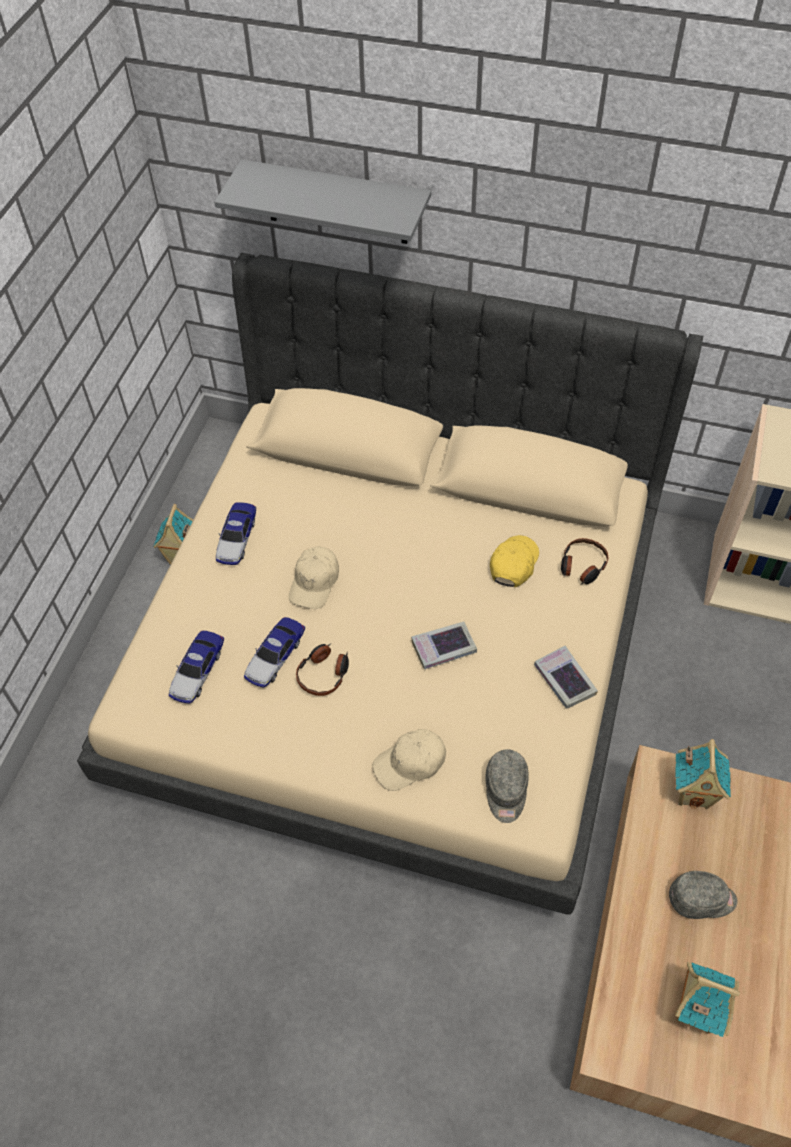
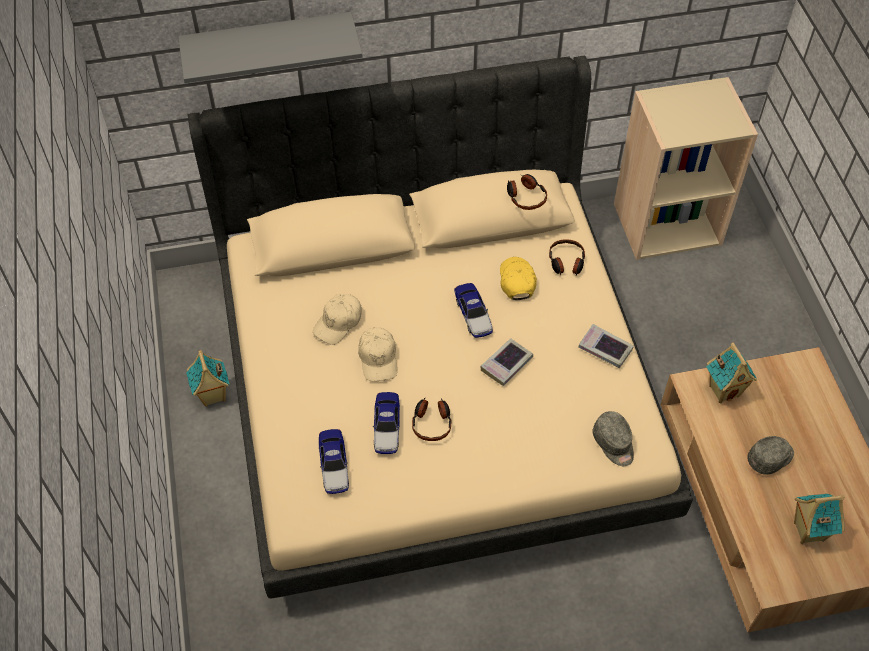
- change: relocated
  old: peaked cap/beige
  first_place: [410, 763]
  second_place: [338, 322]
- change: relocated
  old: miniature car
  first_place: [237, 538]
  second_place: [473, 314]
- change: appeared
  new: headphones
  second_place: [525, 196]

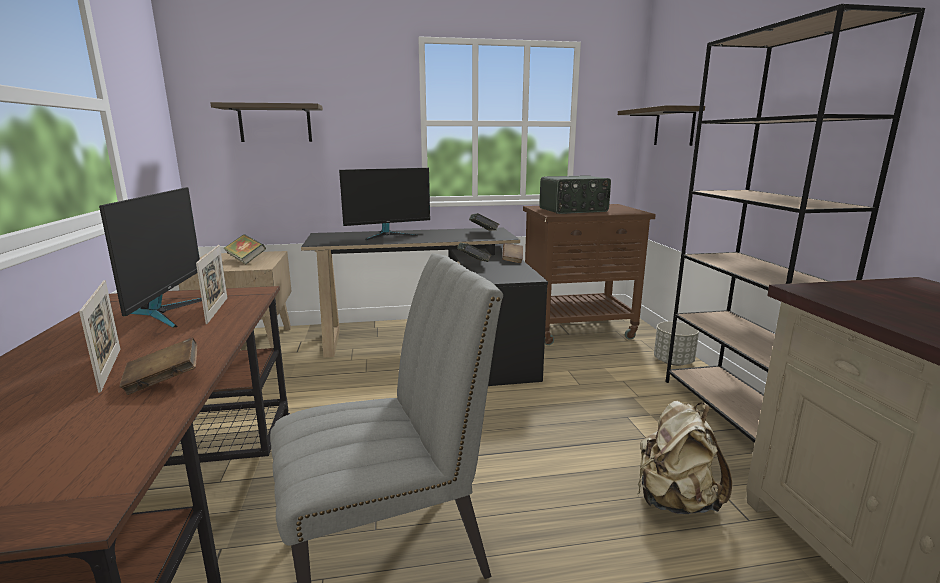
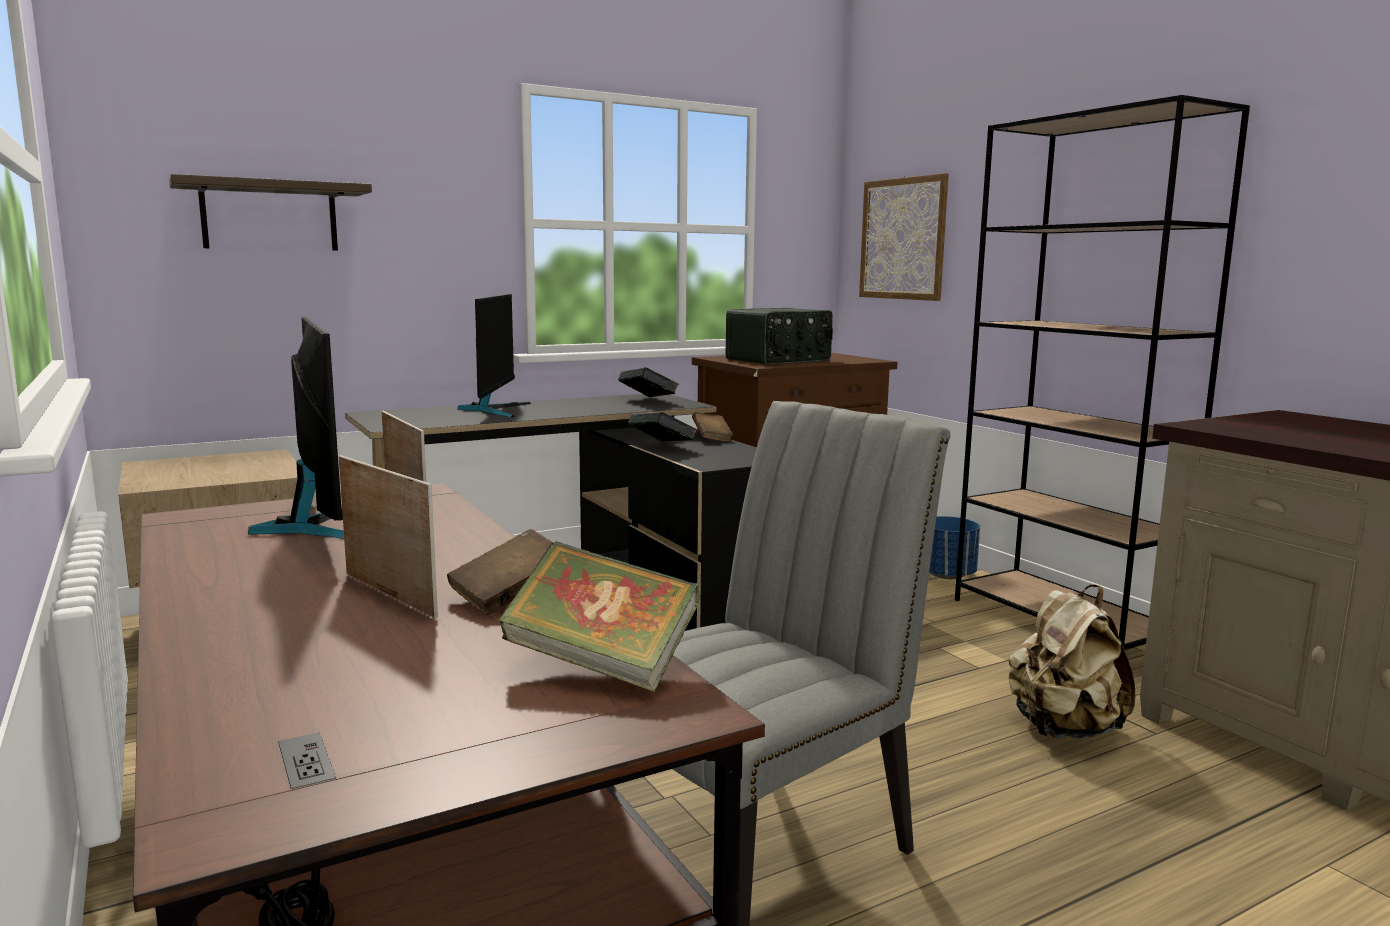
- change: spun
  old: computer display
  first_place: [388, 235]
  second_place: [494, 409]
  degrees: -45
- change: relocated
  old: bound book
  first_place: [246, 260]
  second_place: [602, 664]
- change: exchanged
  old: shelf
  new: picture
  first_place: [674, 127]
  second_place: [902, 237]
- change: colour
  old: plant pot/greyish
  new: plant pot/blue
  first_place: [673, 362]
  second_place: [947, 575]

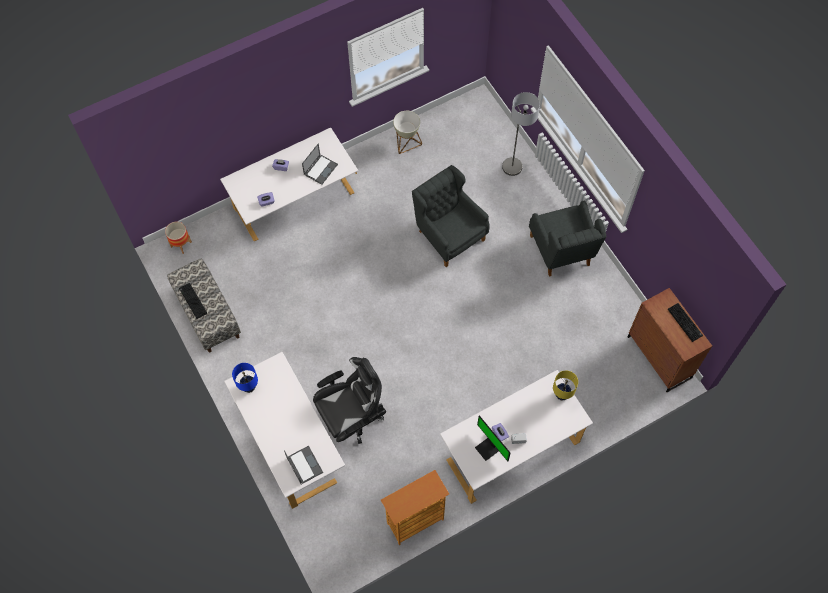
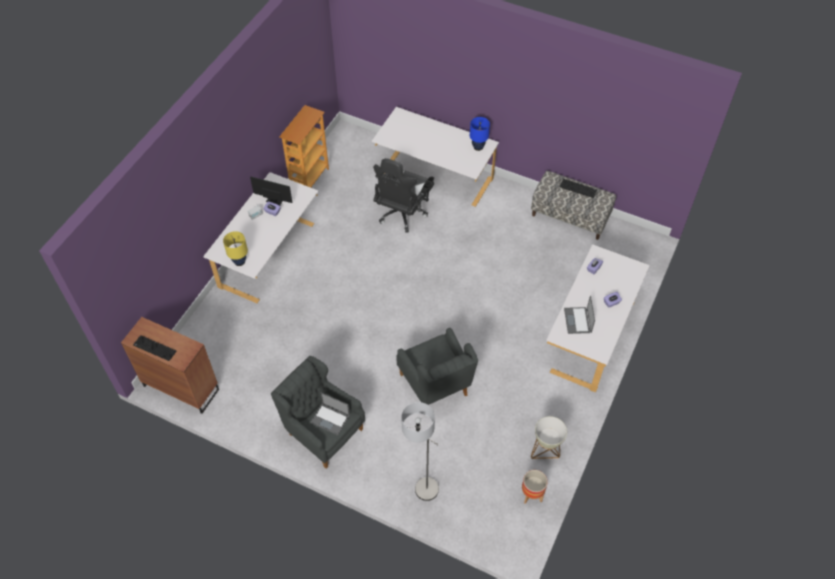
- change: relocated
  old: laptop
  first_place: [304, 464]
  second_place: [330, 419]
- change: spun
  old: armchair/greyish
  first_place: [449, 235]
  second_place: [435, 385]
  degrees: 45
- change: relocated
  old: plant pot
  first_place: [181, 244]
  second_place: [532, 494]

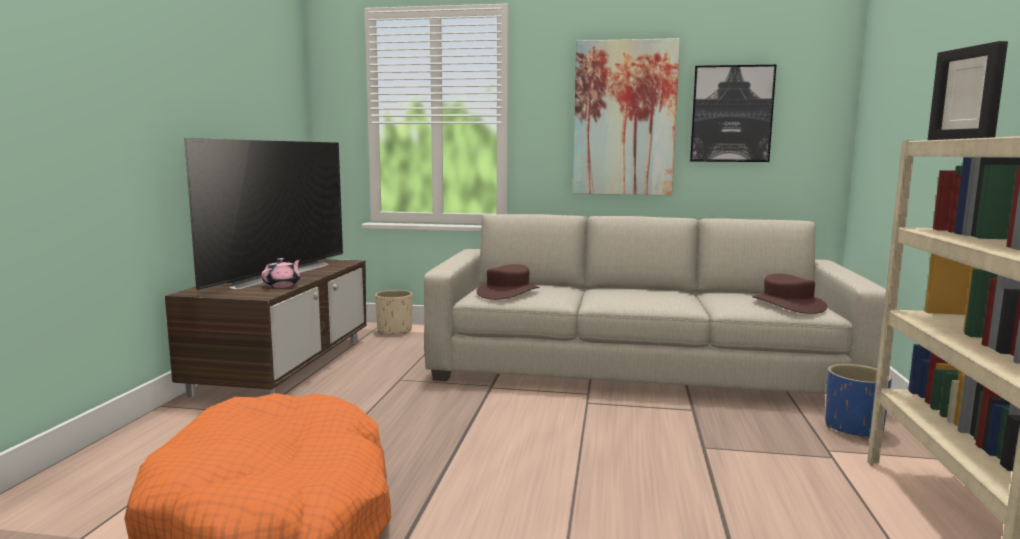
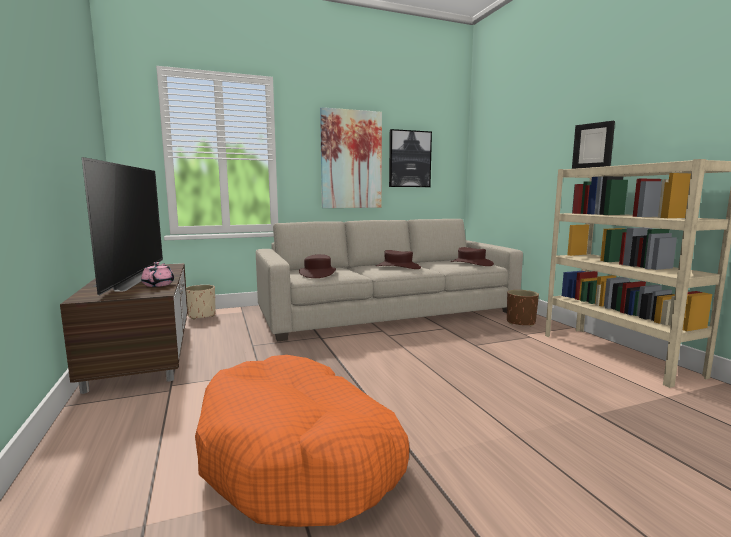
- change: appeared
  new: clothing hat/brownish
  second_place: [398, 267]
- change: colour
  old: plant pot/blue
  new: plant pot/brownish
  first_place: [853, 428]
  second_place: [521, 322]

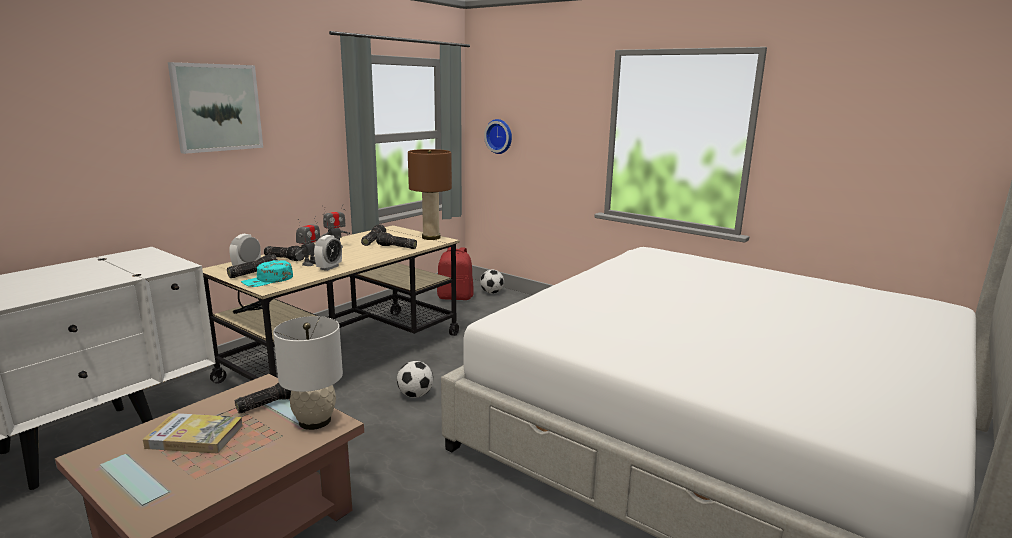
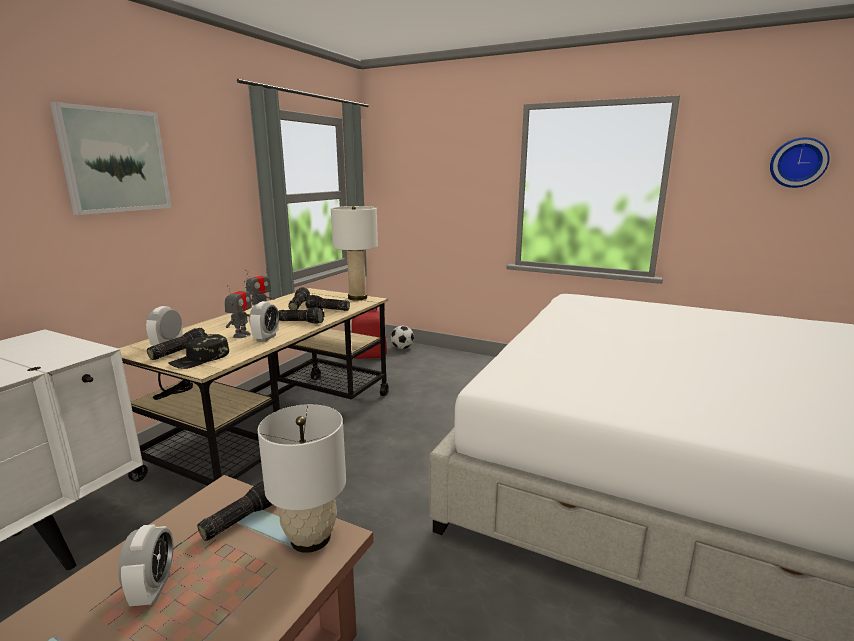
- change: exchanged
  old: bound book
  new: alarm clock
  first_place: [195, 436]
  second_place: [153, 588]
- change: colour
  old: peaked cap/turquoise
  new: peaked cap/black
  first_place: [268, 280]
  second_place: [200, 359]
- change: relocated
  old: torch
  first_place: [285, 258]
  second_place: [301, 322]
- change: colour
  old: lamp for a table/brownish
  new: lamp for a table/whitish
  first_place: [431, 237]
  second_place: [358, 298]
- change: relocated
  old: hanging clock
  first_place: [500, 136]
  second_place: [798, 162]
- change: missing
  old: football ball
  first_place: [415, 395]

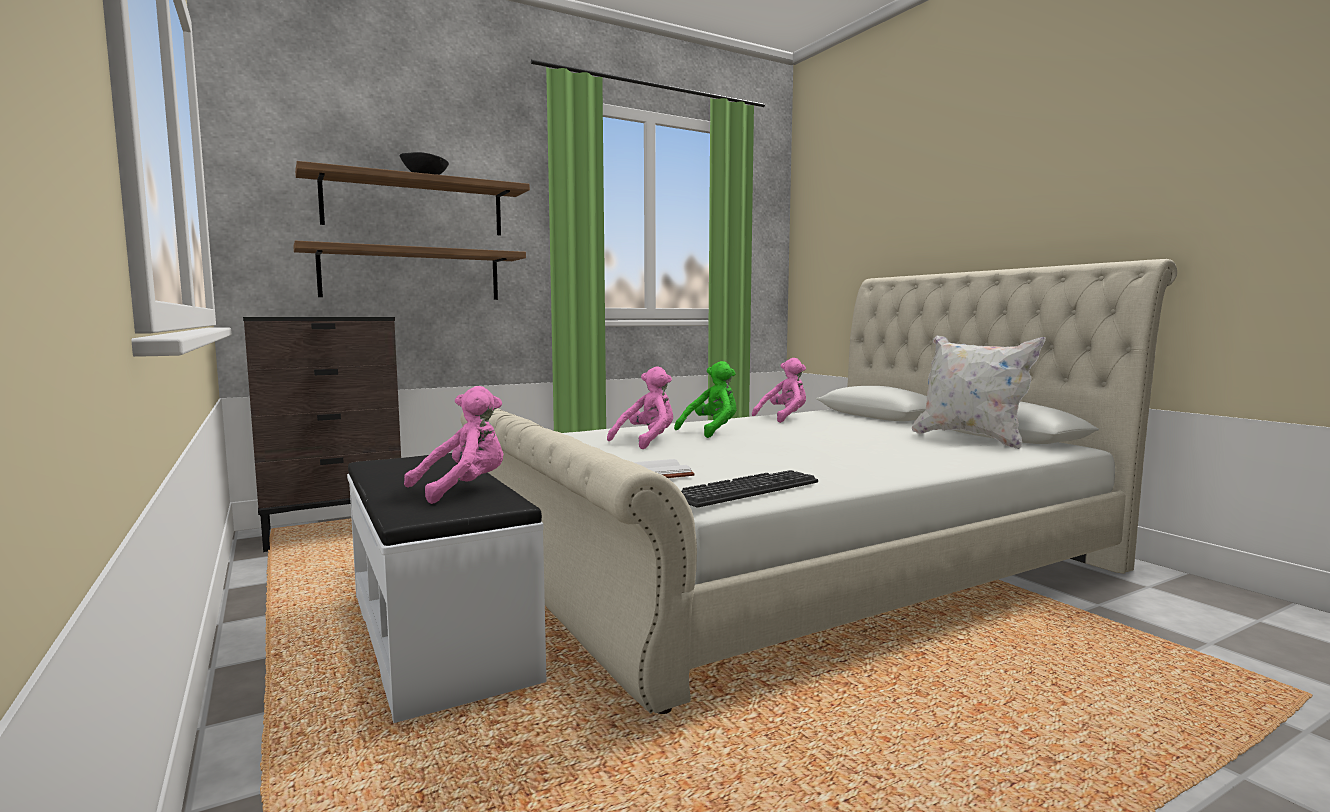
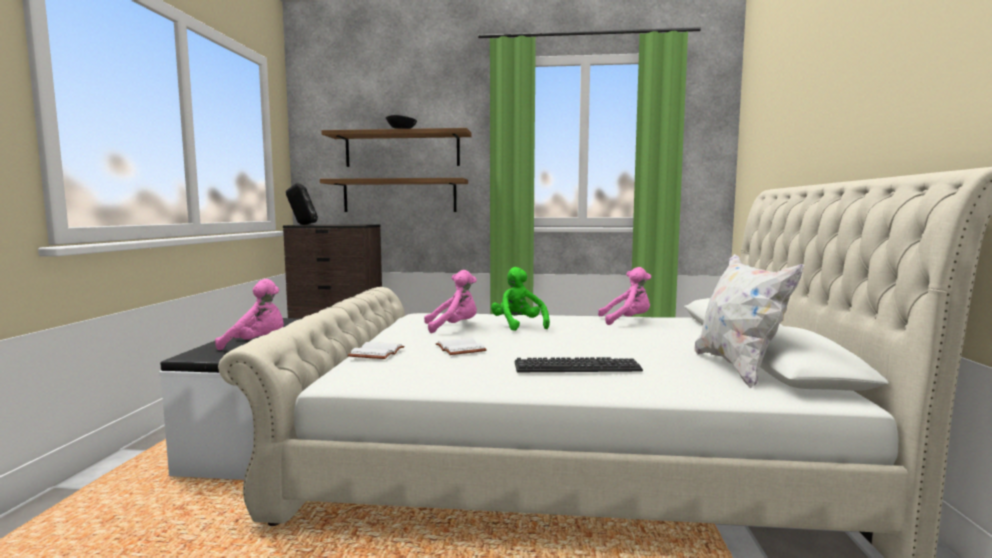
- change: appeared
  new: speaker/black
  second_place: [302, 224]
- change: appeared
  new: bound book/whitish
  second_place: [459, 349]
- change: spun
  old: soft toy/green-coloured
  first_place: [712, 431]
  second_place: [518, 325]
  degrees: -105
- change: relocated
  old: computer keyboard
  first_place: [745, 490]
  second_place: [576, 367]

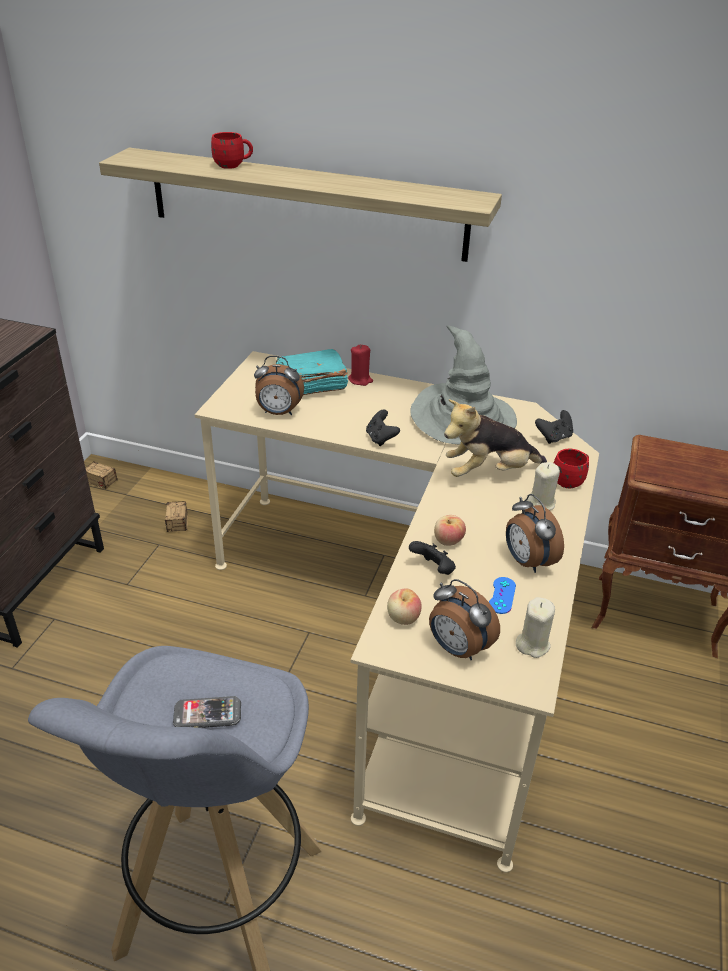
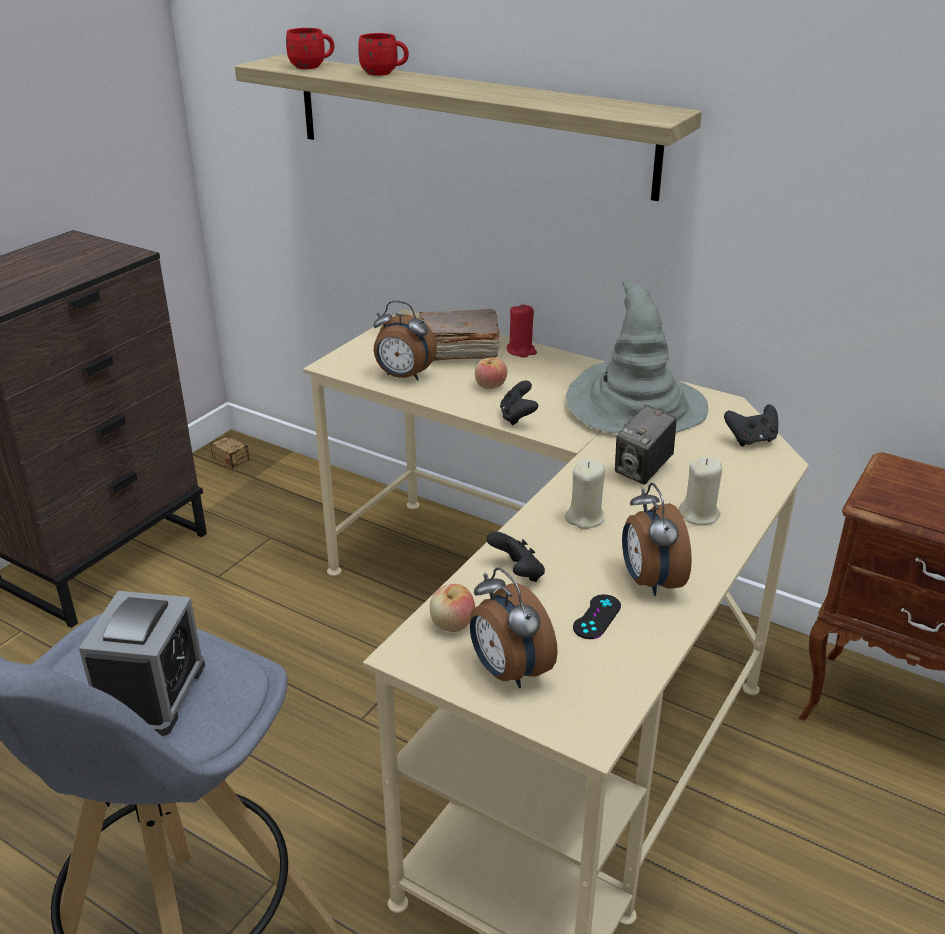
- change: exchanged
  old: handset
  new: alarm clock
  first_place: [207, 714]
  second_place: [152, 693]
- change: relocated
  old: mug/red
  first_place: [570, 480]
  second_place: [312, 66]
- change: colour
  old: bound book/turquoise
  new: bound book/brownish
  first_place: [310, 385]
  second_place: [456, 351]
- change: relocated
  old: whole apple
  first_place: [448, 541]
  second_place: [490, 386]
- change: relocated
  old: candle/beige
  first_place: [532, 644]
  second_place: [585, 518]
- change: colour
  old: game controller/blue
  new: game controller/black
  first_place: [502, 595]
  second_place: [597, 617]
- change: exchanged
  old: soft toy
  new: still camera
  first_place: [488, 472]
  second_place: [642, 470]
- change: missing
  old: storage box
  first_place: [176, 535]

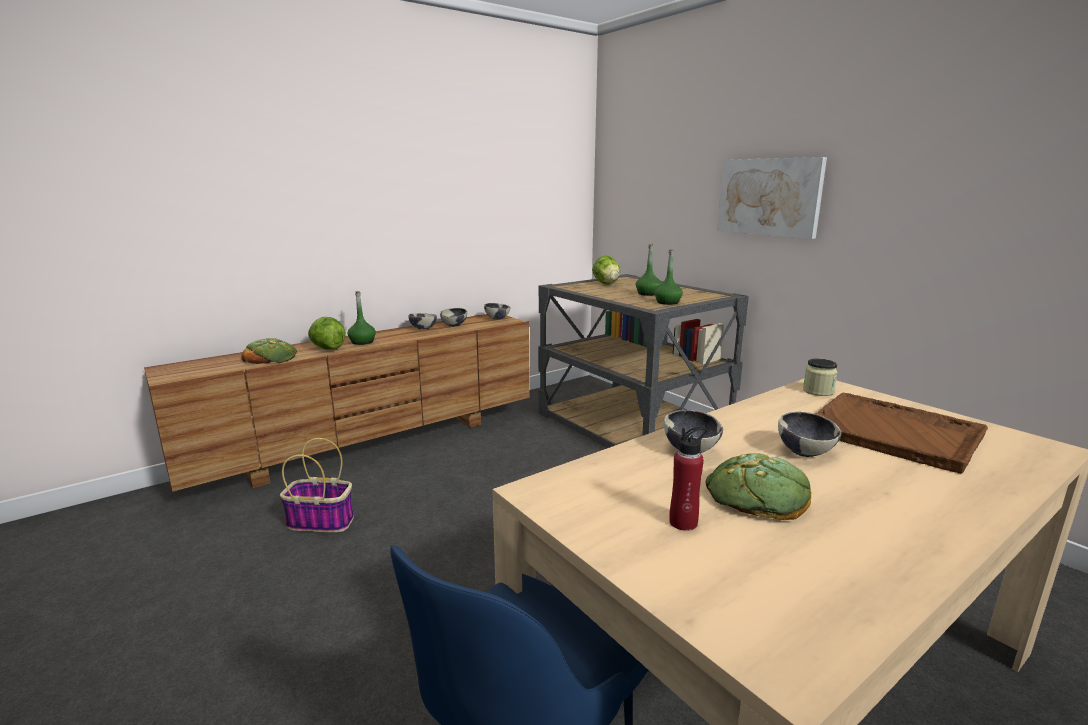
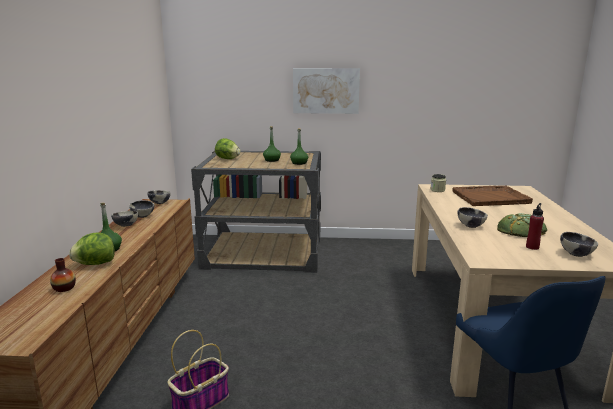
- change: exchanged
  old: baked bread
  new: flower vase
  first_place: [270, 357]
  second_place: [64, 288]
- change: relocated
  old: bowl
  first_place: [805, 452]
  second_place: [576, 254]

